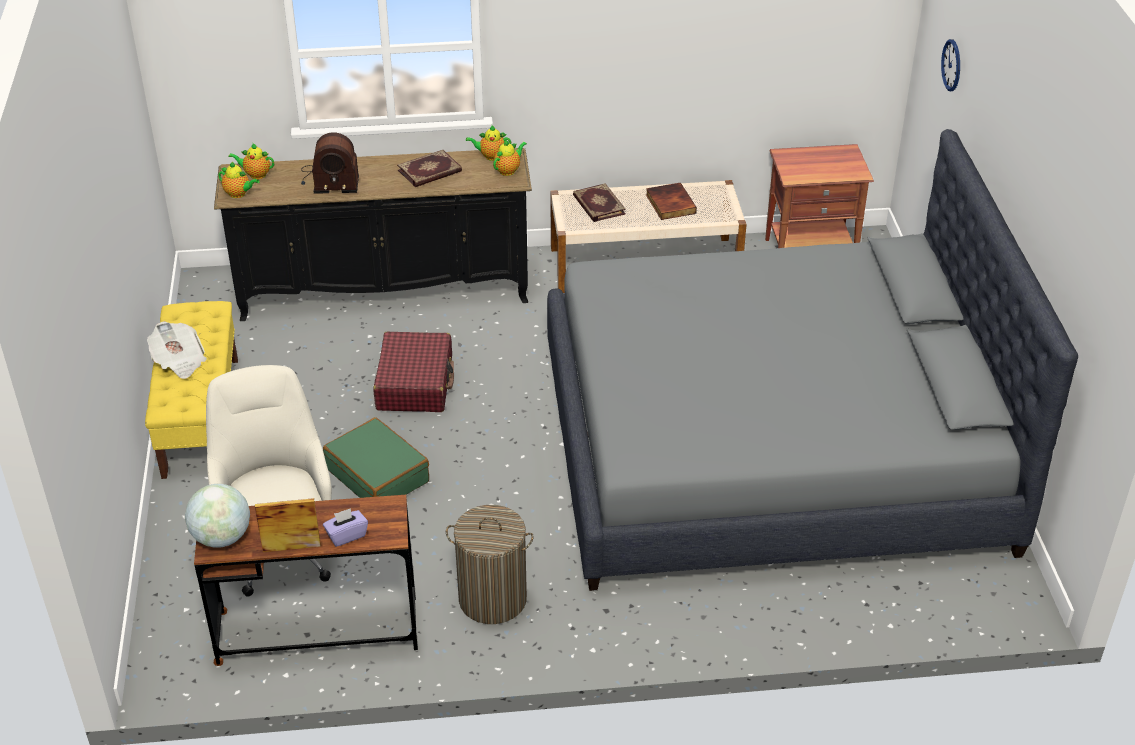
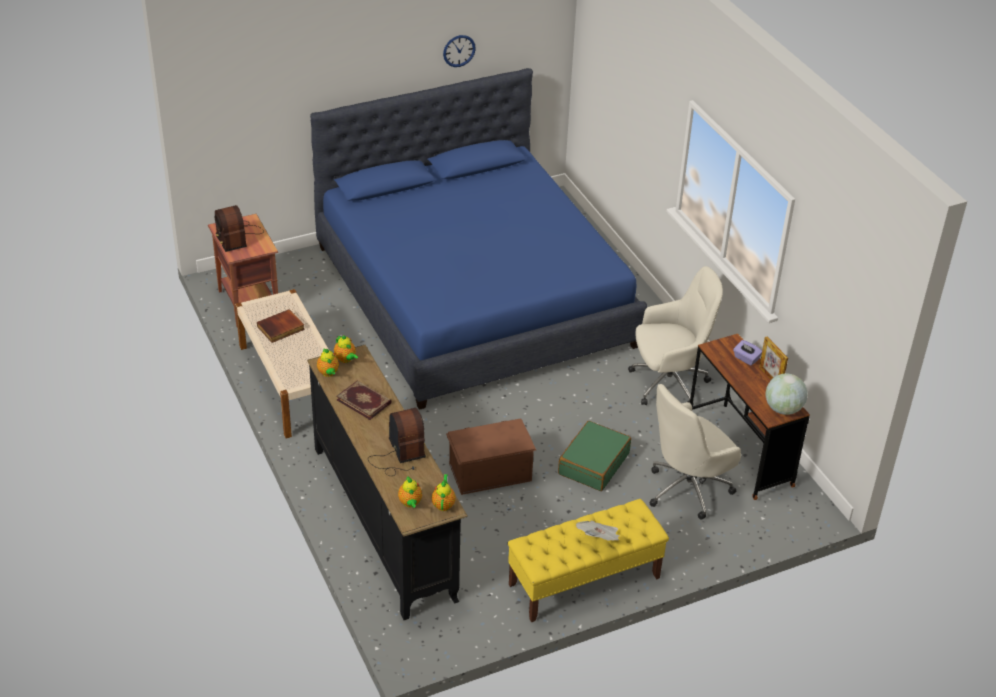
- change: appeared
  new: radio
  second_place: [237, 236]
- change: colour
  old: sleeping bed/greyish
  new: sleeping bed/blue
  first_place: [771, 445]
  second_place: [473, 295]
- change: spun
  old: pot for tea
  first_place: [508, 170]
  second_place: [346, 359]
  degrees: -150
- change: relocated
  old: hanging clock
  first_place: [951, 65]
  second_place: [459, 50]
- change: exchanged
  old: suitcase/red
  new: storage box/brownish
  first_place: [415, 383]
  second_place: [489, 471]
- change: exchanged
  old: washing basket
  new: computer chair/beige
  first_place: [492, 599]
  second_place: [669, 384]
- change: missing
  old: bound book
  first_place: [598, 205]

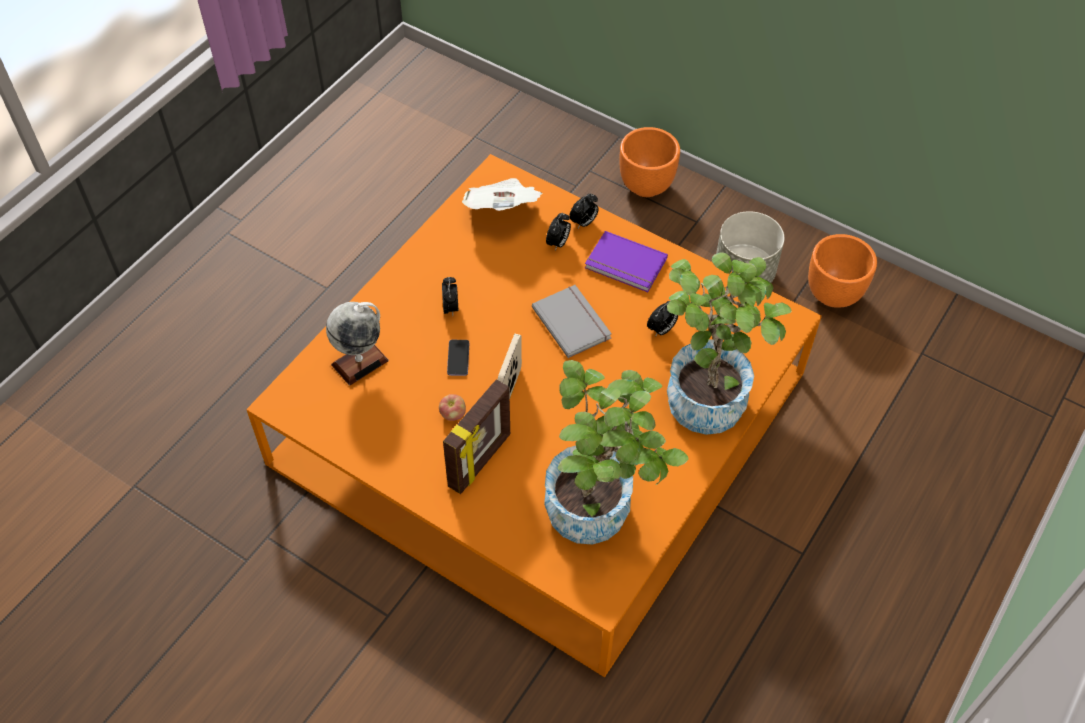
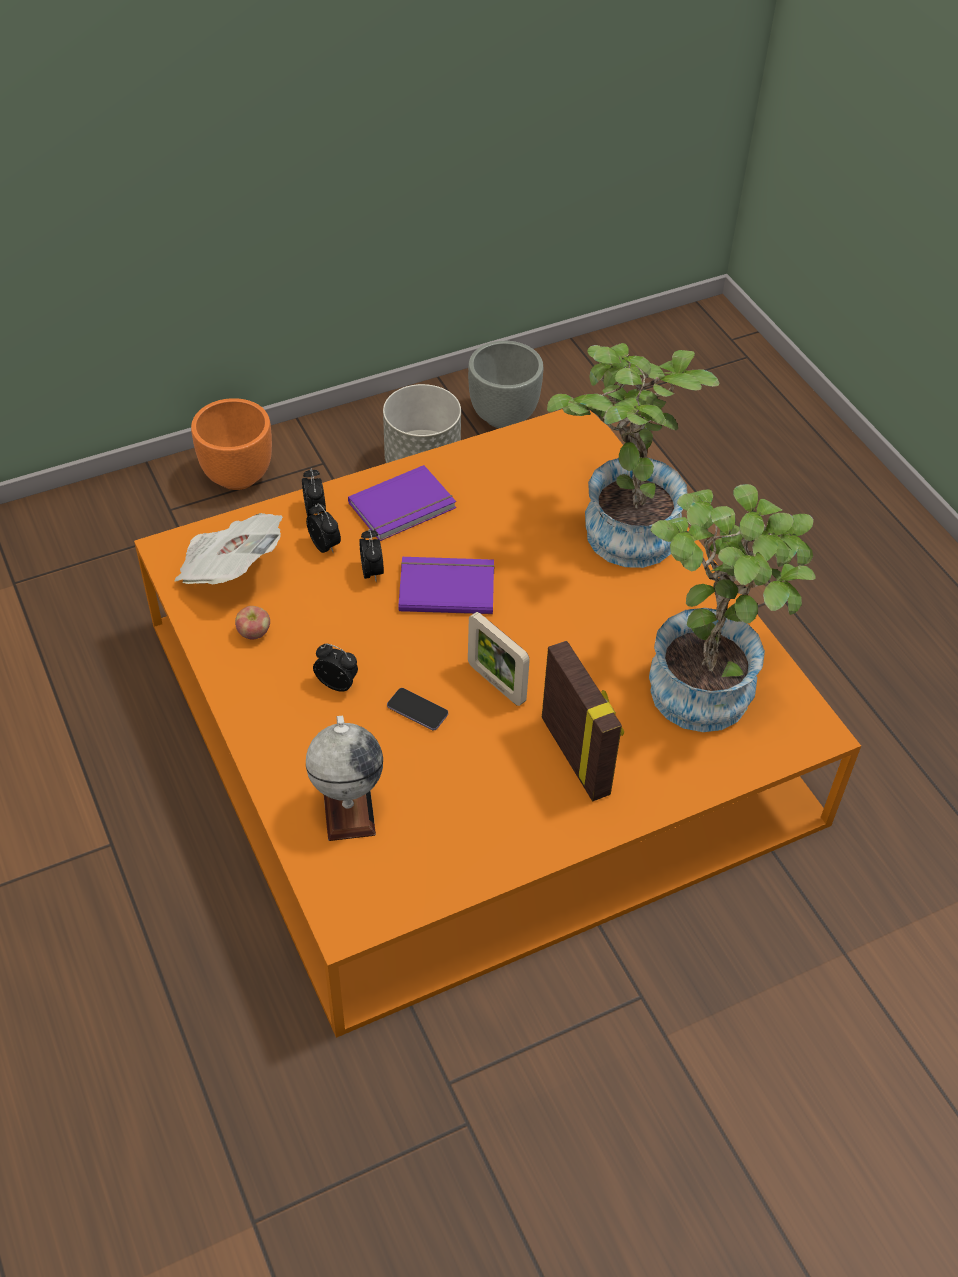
- change: relocated
  old: whole apple
  first_place: [453, 414]
  second_place: [254, 633]
- change: relocated
  old: alarm clock
  first_place: [661, 330]
  second_place: [372, 572]
- change: colour
  old: bound book/greyish
  new: bound book/purple
  first_place: [573, 322]
  second_place: [446, 586]
- change: colour
  old: plant pot/orange
  new: plant pot/greyish
  first_place: [833, 295]
  second_place: [504, 416]

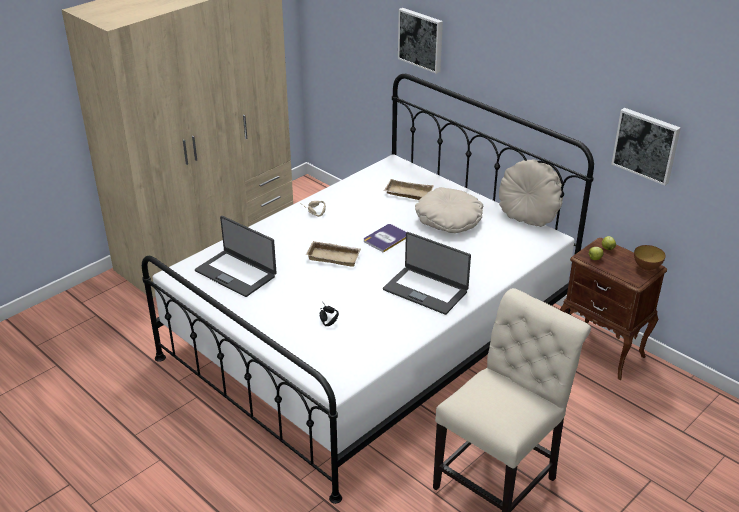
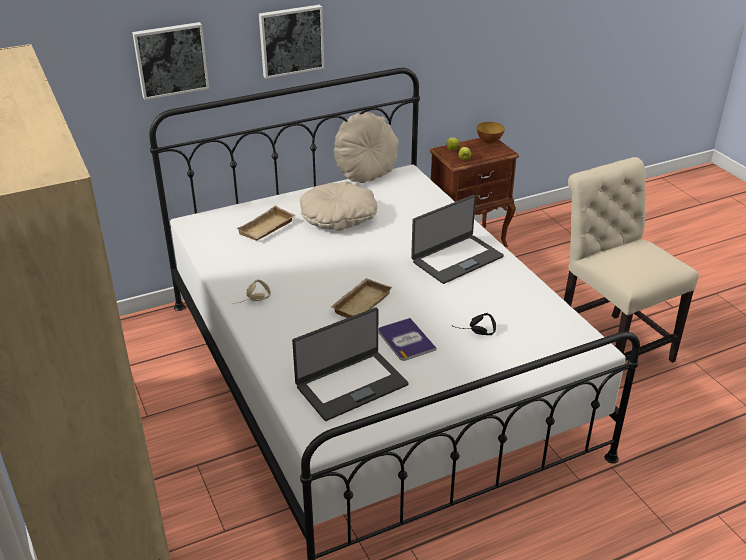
- change: relocated
  old: picture
  first_place: [646, 145]
  second_place: [291, 40]
- change: relocated
  old: bound book
  first_place: [386, 238]
  second_place: [406, 340]

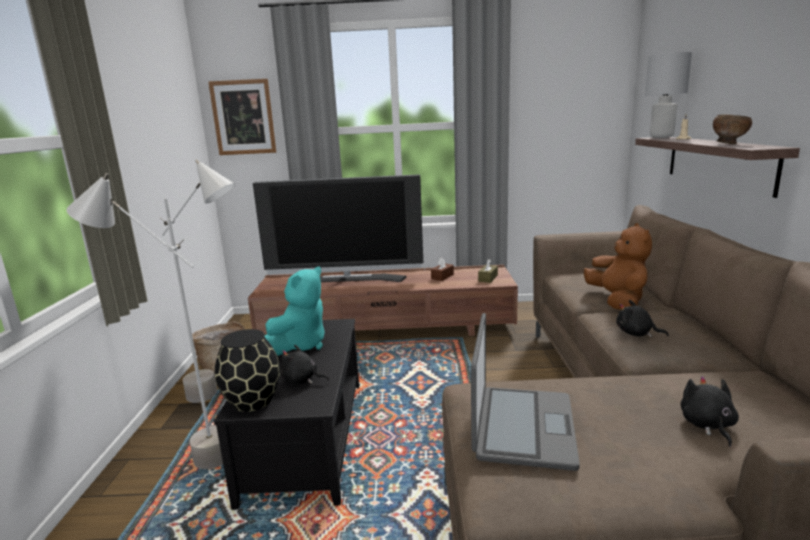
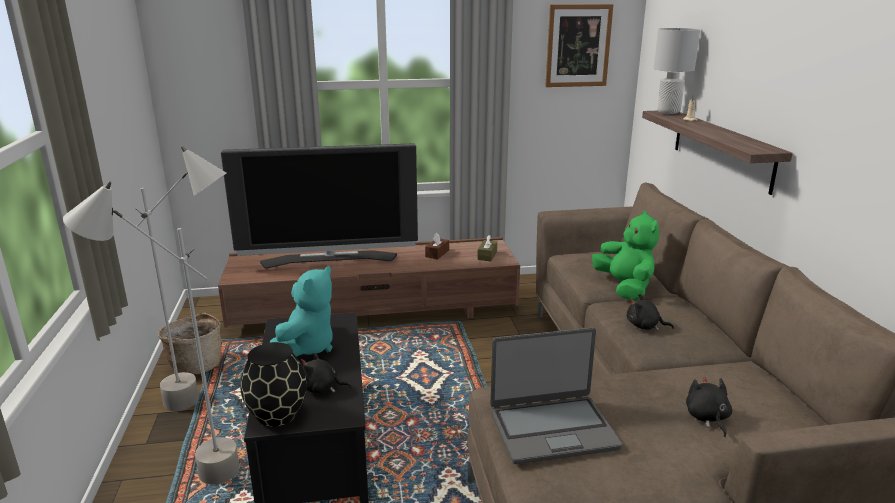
- change: spun
  old: laptop
  first_place: [522, 427]
  second_place: [552, 429]
  degrees: 75
- change: relocated
  old: picture
  first_place: [243, 117]
  second_place: [578, 46]
- change: colour
  old: soft toy/brownish
  new: soft toy/green-coloured
  first_place: [617, 301]
  second_place: [625, 288]
- change: missing
  old: bowl/brownish
  first_place: [728, 144]

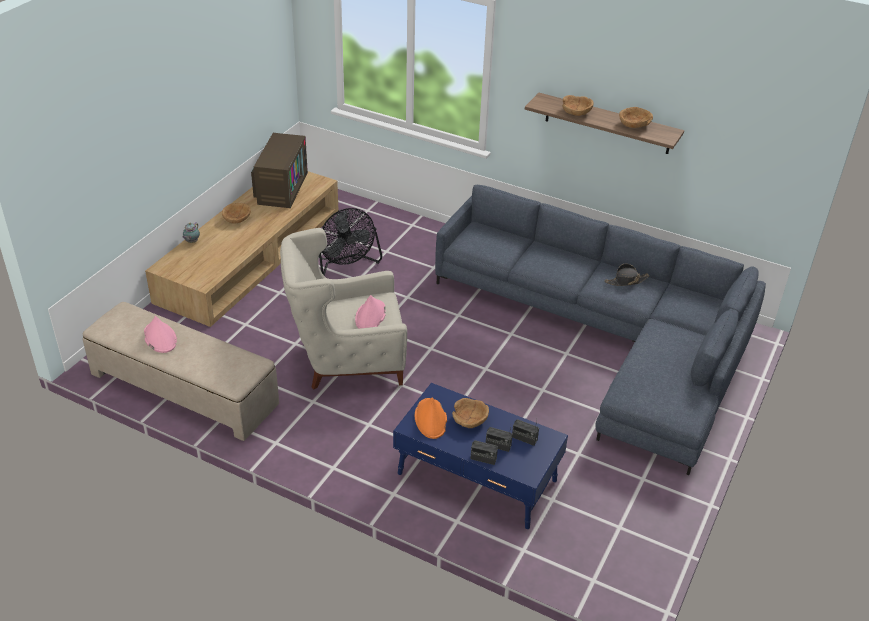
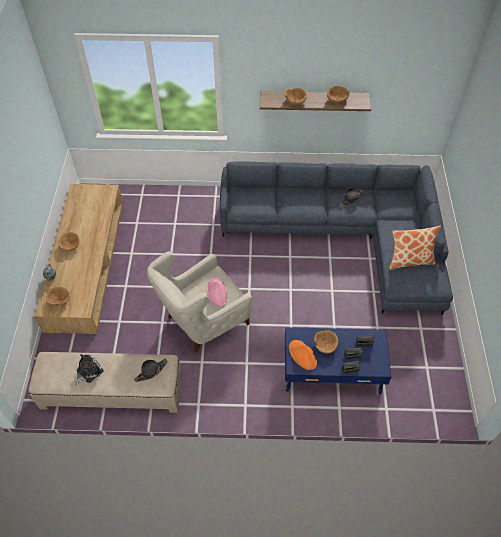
- change: appeared
  new: bowl/brownish
  second_place: [59, 300]
- change: exchanged
  old: clothing hat/pinkish
  new: soft toy
  first_place: [160, 338]
  second_place: [88, 371]
- change: appeared
  new: clothing hat/black
  second_place: [151, 371]
- change: appeared
  new: throw pillow
  second_place: [409, 260]
- change: missing
  old: TV
  first_place: [281, 187]
- change: missing
  old: cooling fan/black
  first_place: [343, 264]

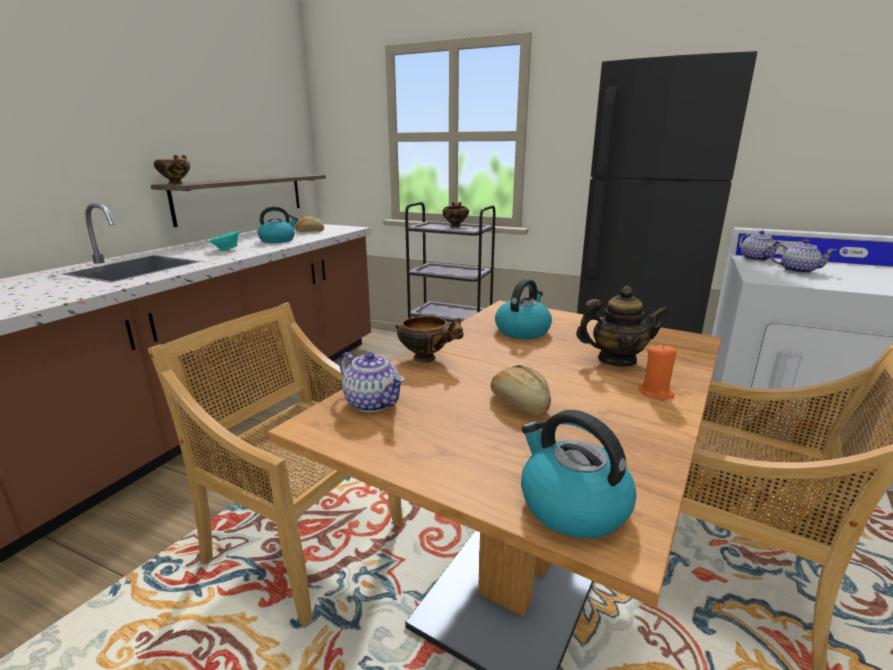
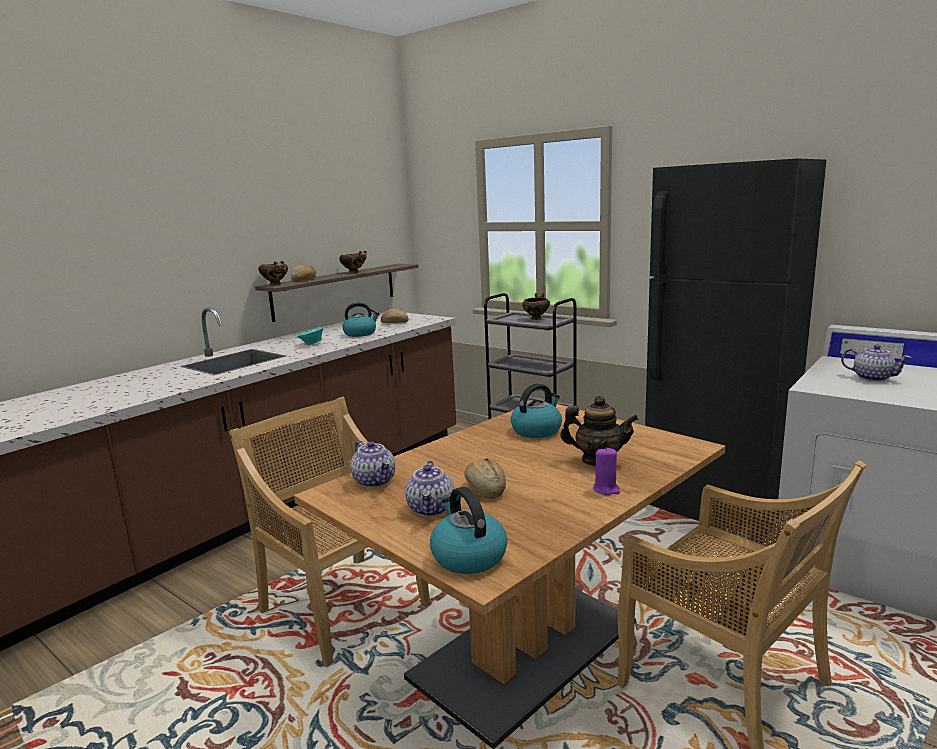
- change: appeared
  new: baked bread
  second_place: [304, 280]
- change: relocated
  old: bowl
  first_place: [427, 358]
  second_place: [354, 272]
- change: relocated
  old: pot for tea
  first_place: [756, 259]
  second_place: [431, 509]
- change: colour
  old: candle/orange
  new: candle/purple
  first_place: [656, 393]
  second_place: [606, 489]

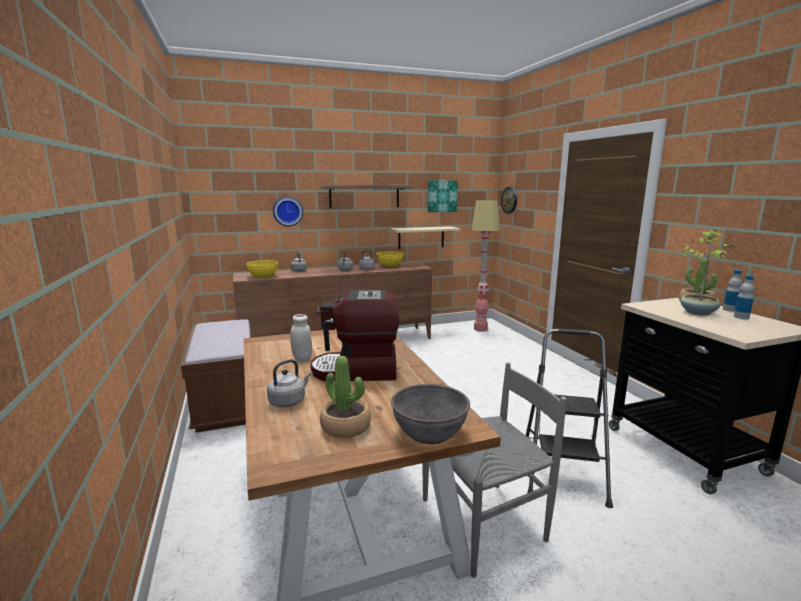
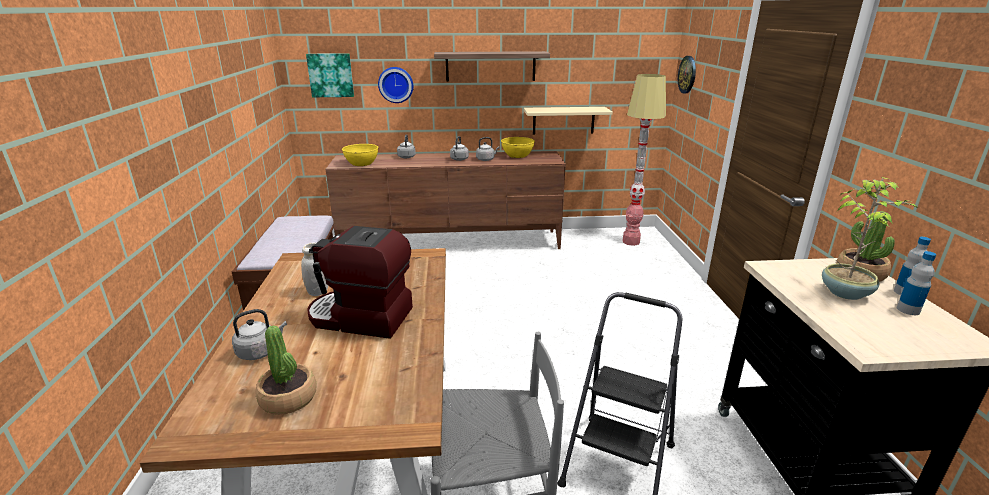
- change: relocated
  old: picture
  first_place: [441, 196]
  second_place: [331, 75]
- change: missing
  old: bowl/greyish
  first_place: [429, 433]

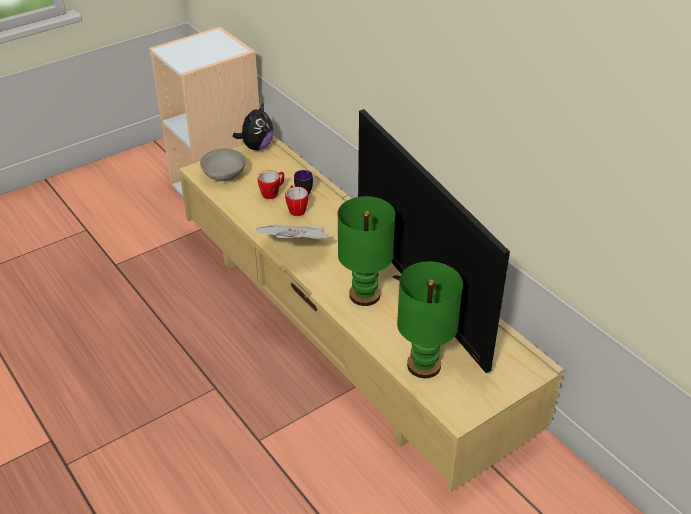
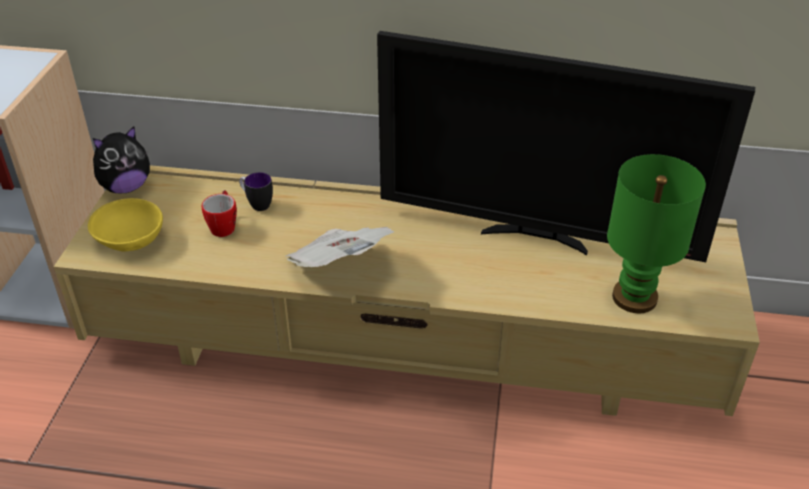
- change: colour
  old: bowl/greyish
  new: bowl/yellow
  first_place: [224, 175]
  second_place: [131, 239]
- change: spun
  old: soft toy
  first_place: [256, 147]
  second_place: [126, 187]
  degrees: 75
- change: missing
  old: mug
  first_place: [296, 209]
- change: missing
  old: lamp for a table/green-coloured
  first_place: [364, 294]

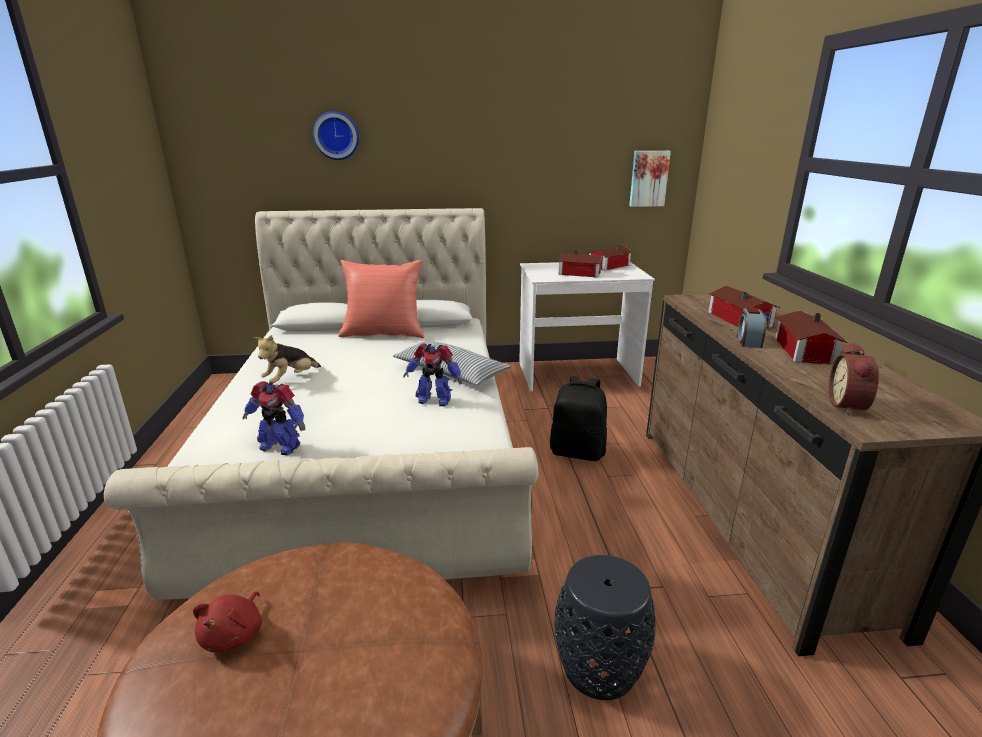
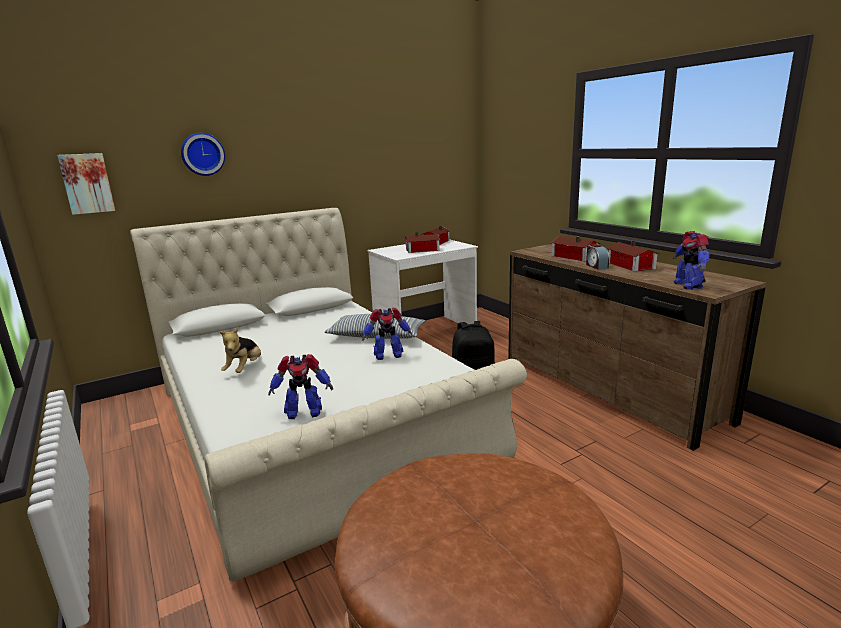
- change: relocated
  old: picture
  first_place: [648, 178]
  second_place: [87, 183]
- change: exchanged
  old: alarm clock
  new: toy robot
  first_place: [849, 406]
  second_place: [688, 285]
- change: missing
  old: soft toy/red
  first_place: [235, 634]
- change: missing
  old: throw pillow/red
  first_place: [383, 333]
- change: missing
  old: sitting stool/black
  first_place: [599, 668]

